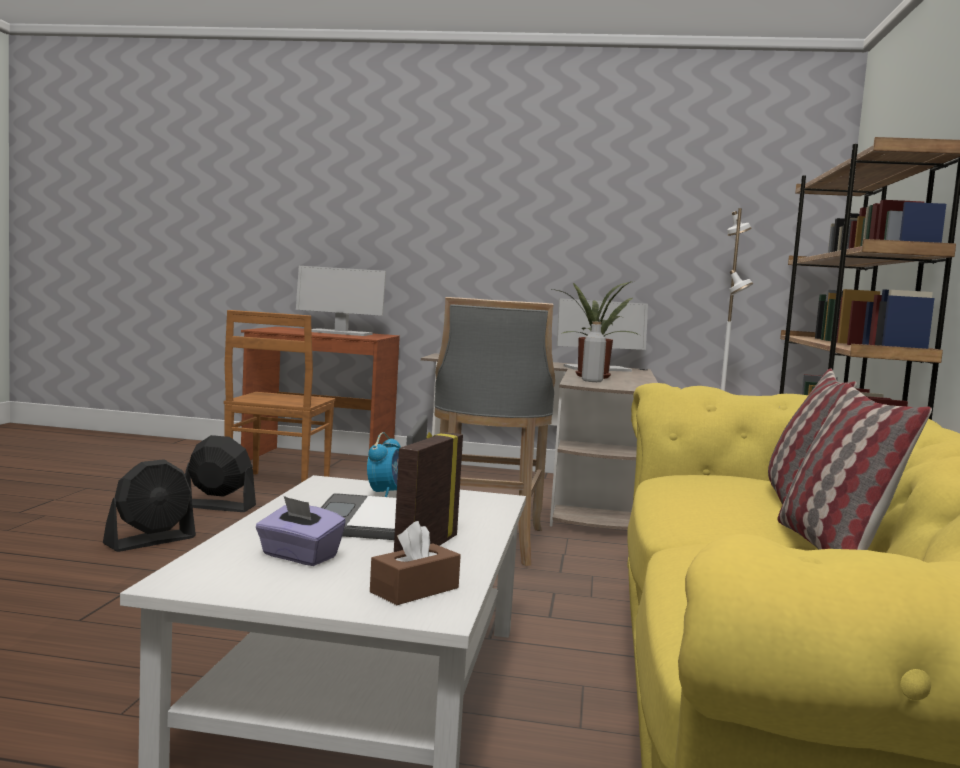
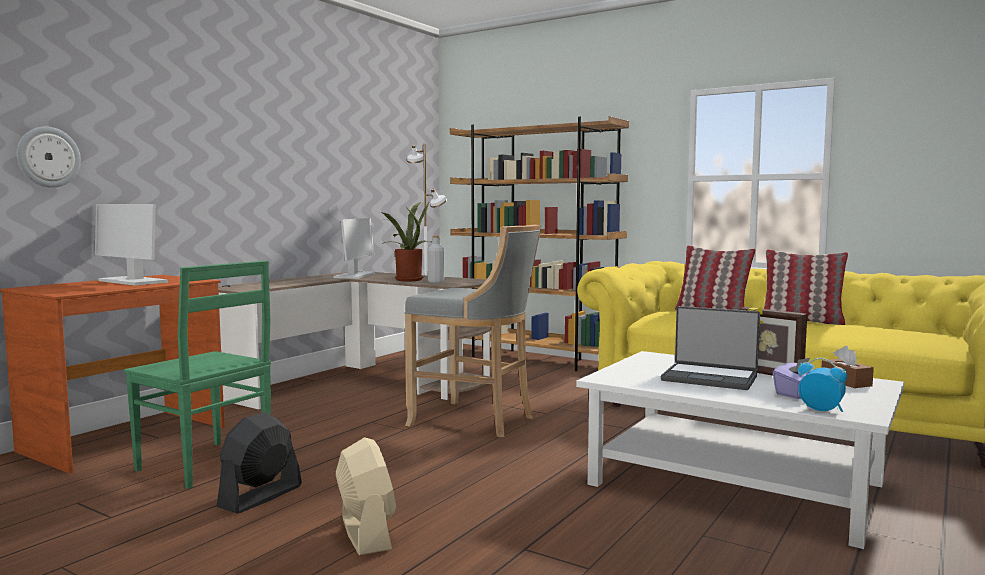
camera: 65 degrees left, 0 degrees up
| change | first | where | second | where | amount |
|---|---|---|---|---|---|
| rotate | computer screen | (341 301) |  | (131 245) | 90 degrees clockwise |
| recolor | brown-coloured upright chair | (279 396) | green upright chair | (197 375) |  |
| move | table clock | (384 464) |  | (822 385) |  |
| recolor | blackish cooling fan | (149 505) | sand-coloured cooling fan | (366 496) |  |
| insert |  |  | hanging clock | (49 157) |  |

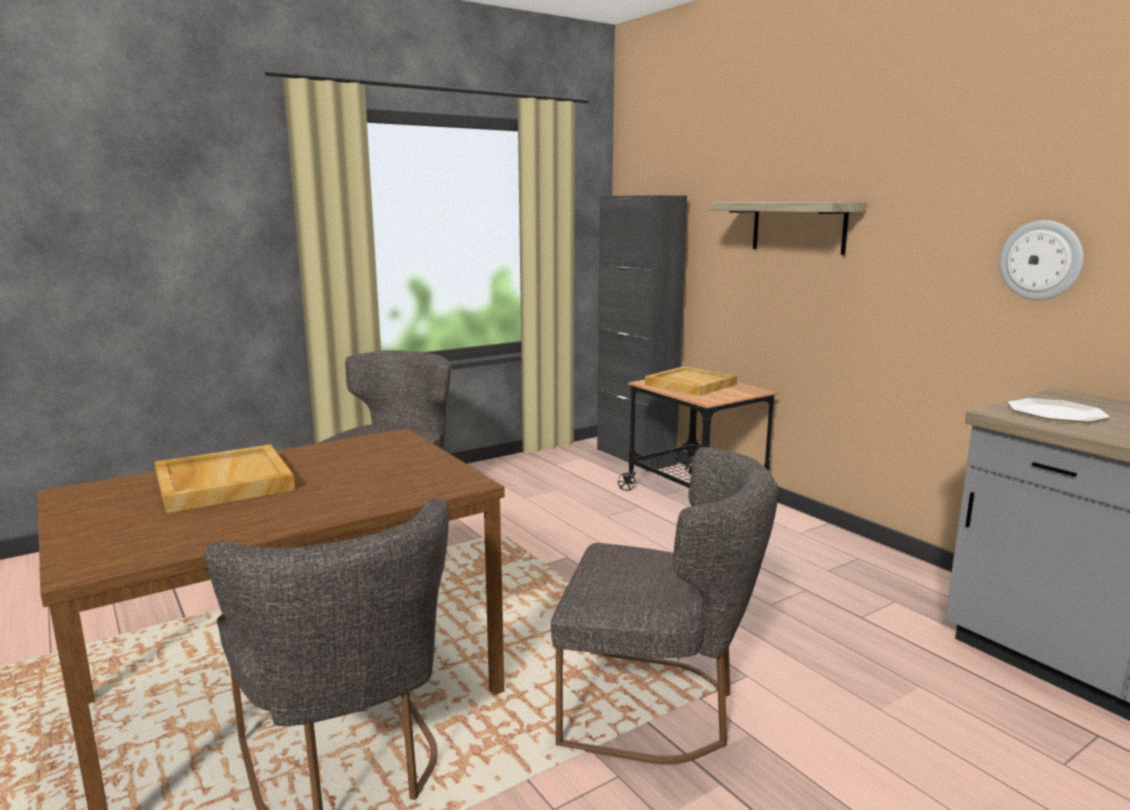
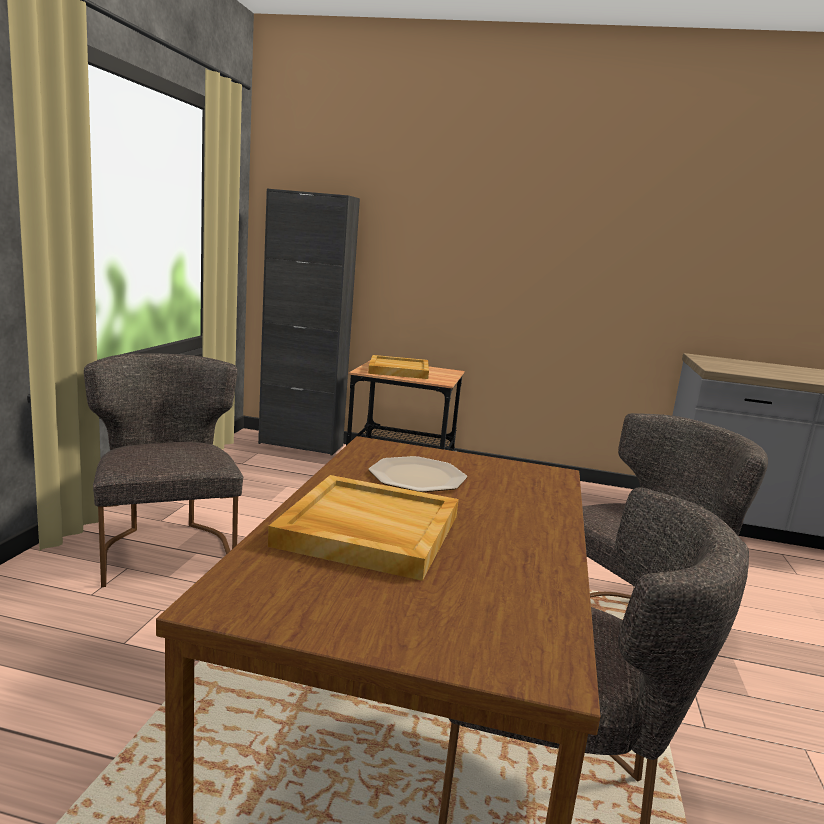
camera: 45 degrees left, 0 degrees up
| change | first | where | second | where | amount |
|---|---|---|---|---|---|
| delete | bracket shelf | (788 228) |  |  |  |
| delete | hanging clock | (1041 260) |  |  |  |
| move | flat dish | (1059 410) |  | (418 474) |  |

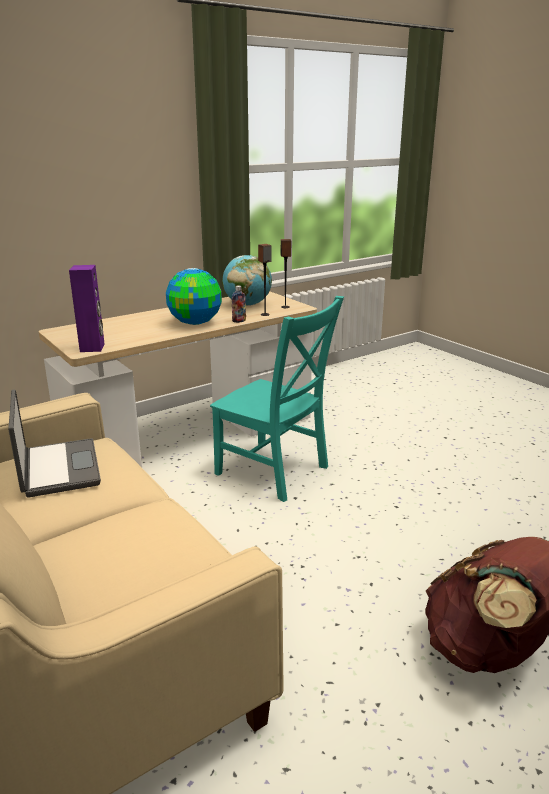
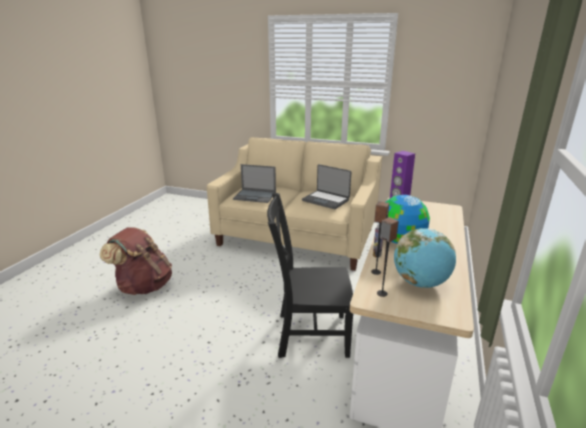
camera: 145 degrees right, 0 degrees up
| change | first | where | second | where | amount |
|---|---|---|---|---|---|
| recolor | blue-green upright chair | (277 399) | blackish upright chair | (310 275) |  |
| insert |  |  | portable computer | (254 183) |  |

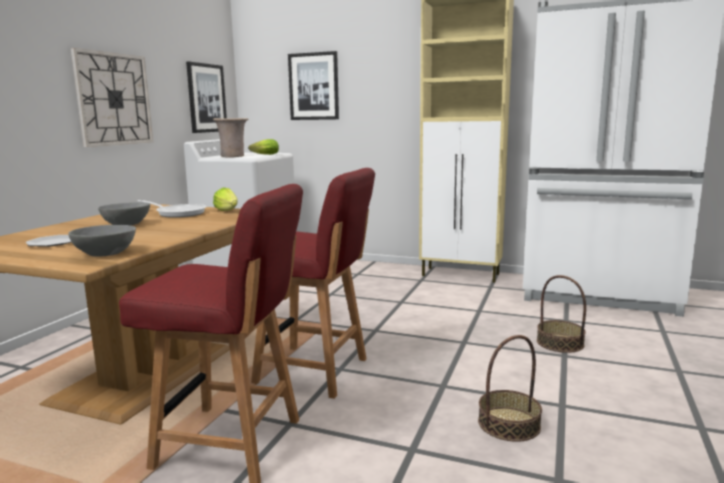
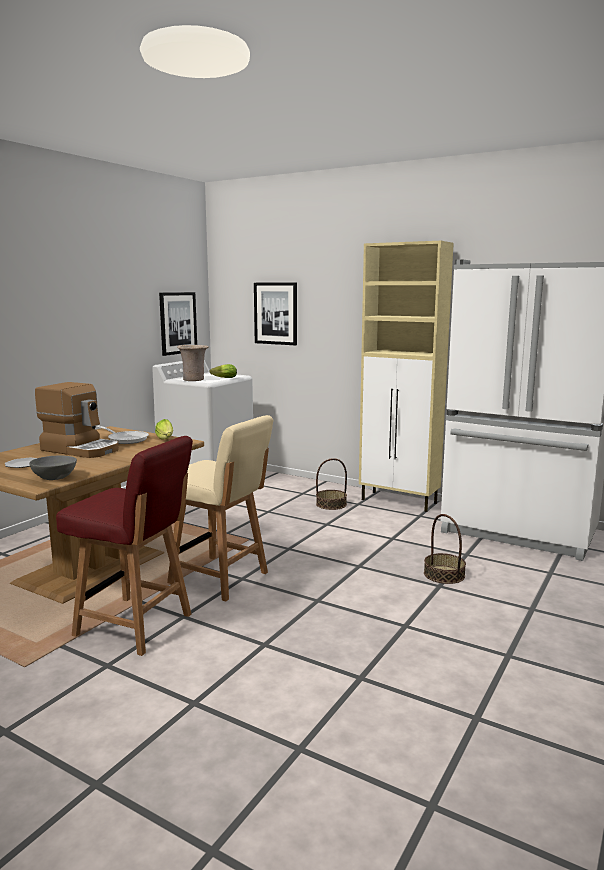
camera: 10 degrees right, 0 degrees up
| change | first | where | second | where | amount |
|---|---|---|---|---|---|
| delete | hanging clock | (112 97) |  |  |  |
| recolor | reddish upright chair | (313 283) | sand-coloured upright chair | (220 508) |  |
| replace | grey bowl | (124 213) | coffee maker | (77 420) |  |
| move | basket | (510 388) |  | (331 484) |  |

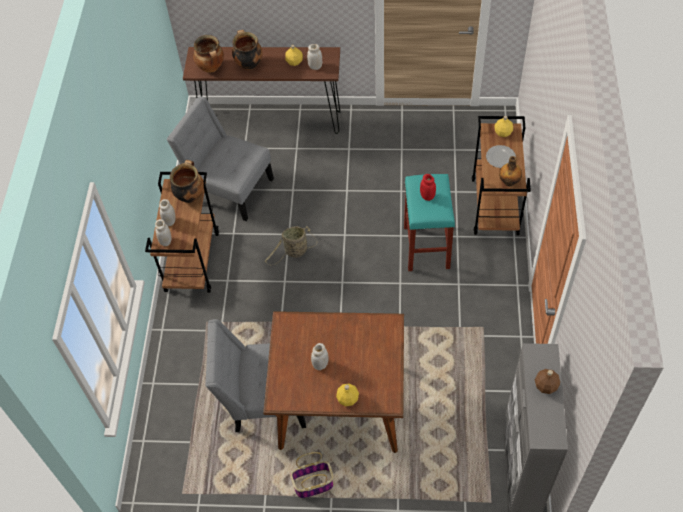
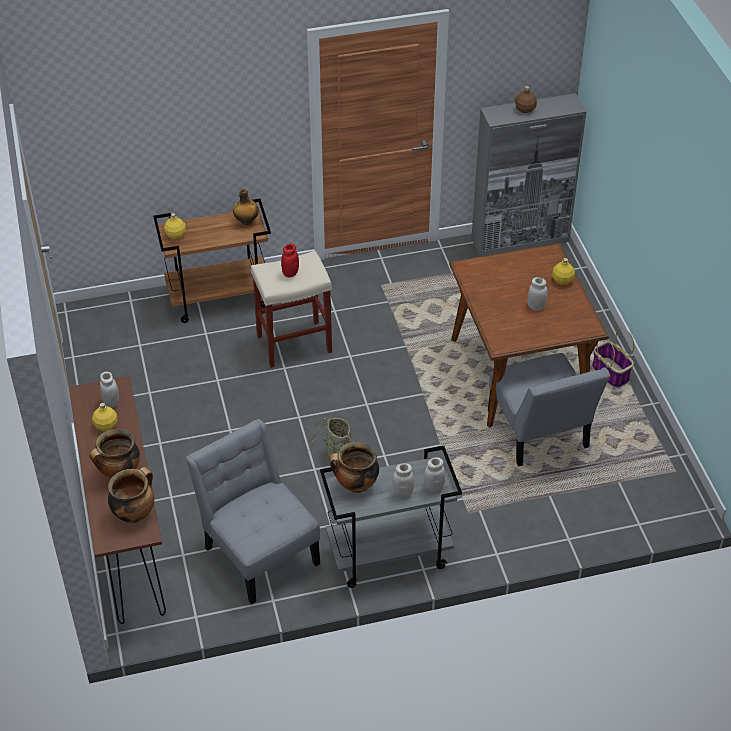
camera: 110 degrees left, 10 degrees down
| change | first | where | second | where | amount |
|---|---|---|---|---|---|
| rotate | grey upright chair | (220 158) |  | (253 511) | 135 degrees clockwise |
| delete | flat dish | (501 156) |  |  |  |
| recolor | brown-coloured wheeled cart | (182 232) | grey wheeled cart | (391 517) |  |
| recolor | blue-green sitting stool | (429 222) | sand-coloured sitting stool | (291 309) |  |

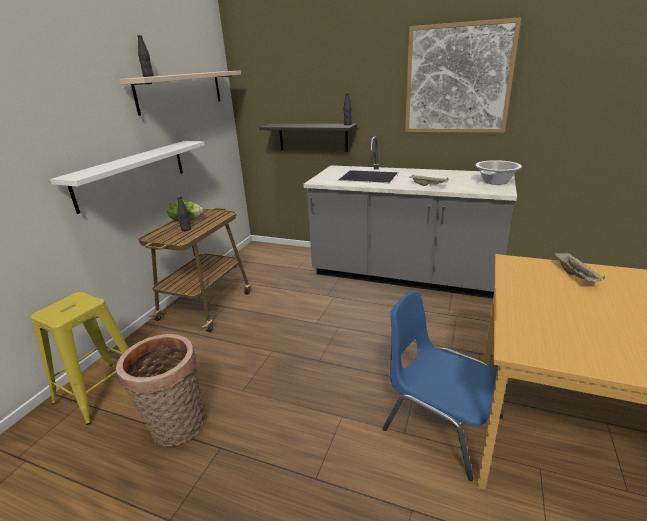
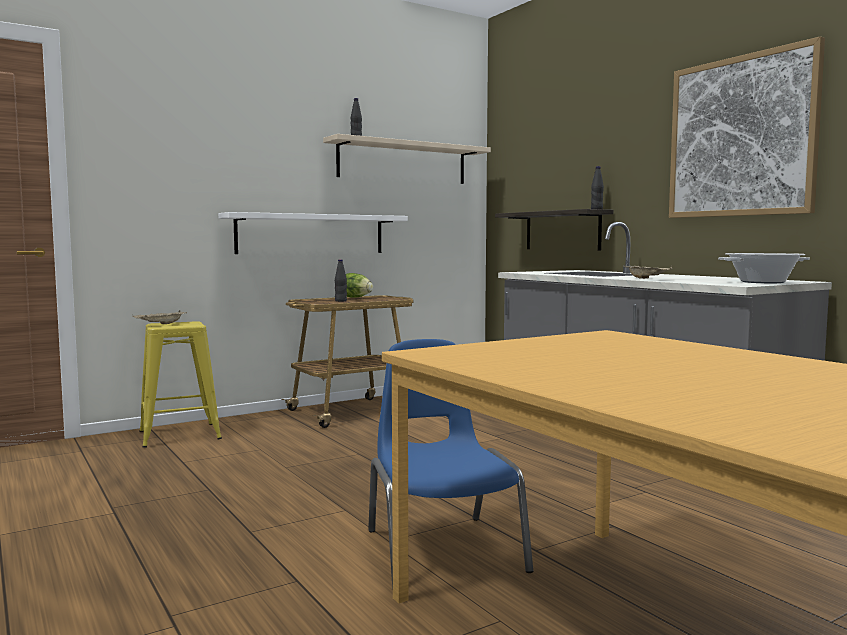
camera: 35 degrees right, 20 degrees down
| change | first | where | second | where | amount |
|---|---|---|---|---|---|
| move | sand-coloured tray | (580 267) |  | (159 317) |  |
| delete | basket | (160 390) |  |  |  |

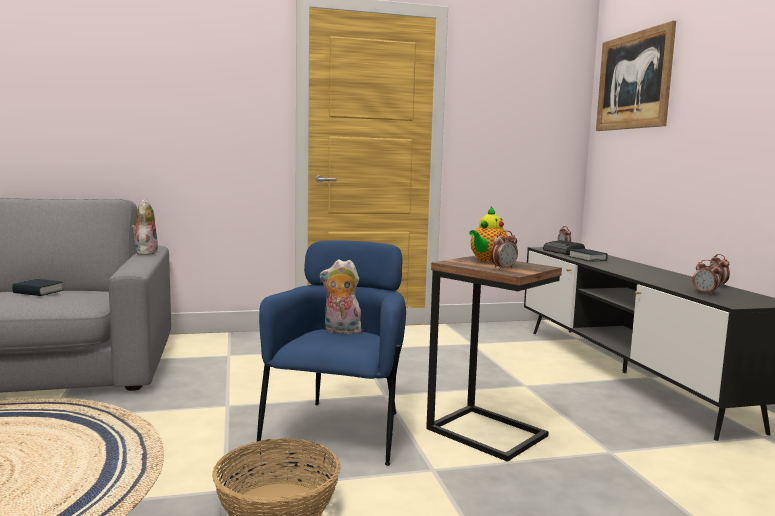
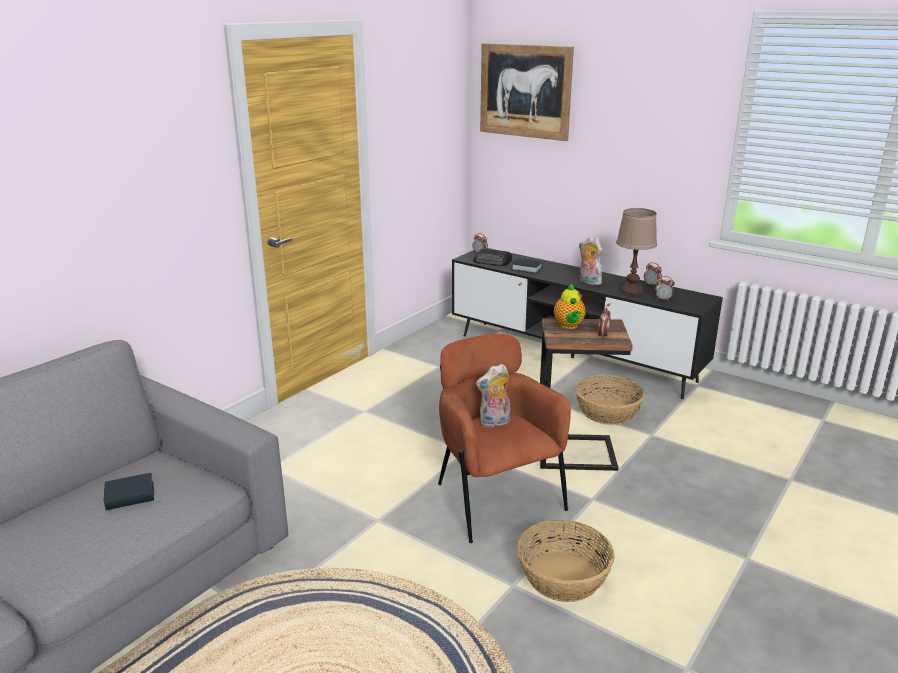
camera: 40 degrees left, 15 degrees up
| change | first | where | second | where | amount |
|---|---|---|---|---|---|
| move | soft toy | (144 227) |  | (591 260) |  |
| recolor | bluish easy chair | (331 353) | brown-coloured easy chair | (504 438) |  |
| insert |  |  | brown-coloured table lamp | (636 251) |  |
| insert |  |  | basket | (610 400) |  |

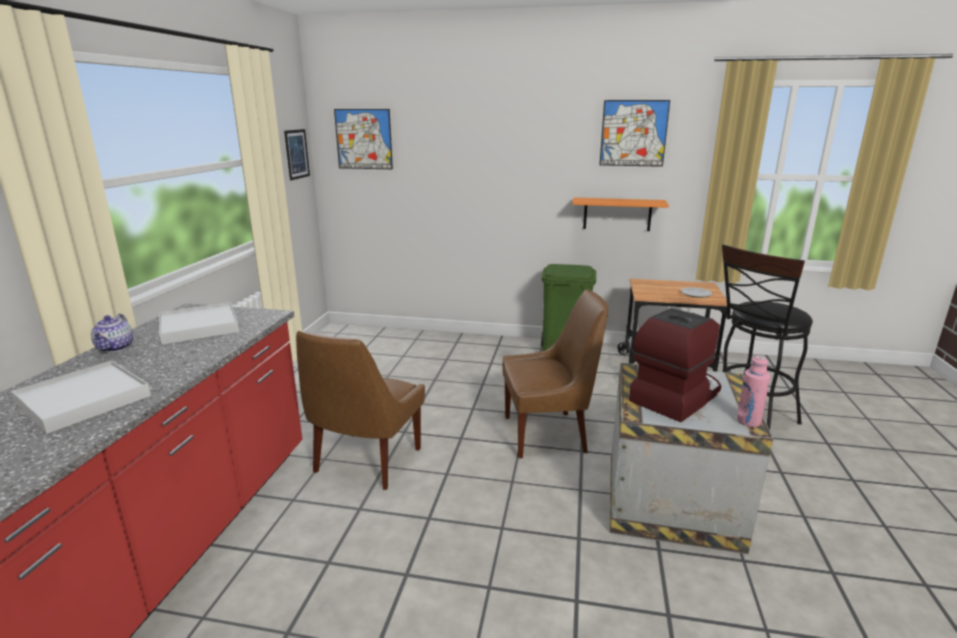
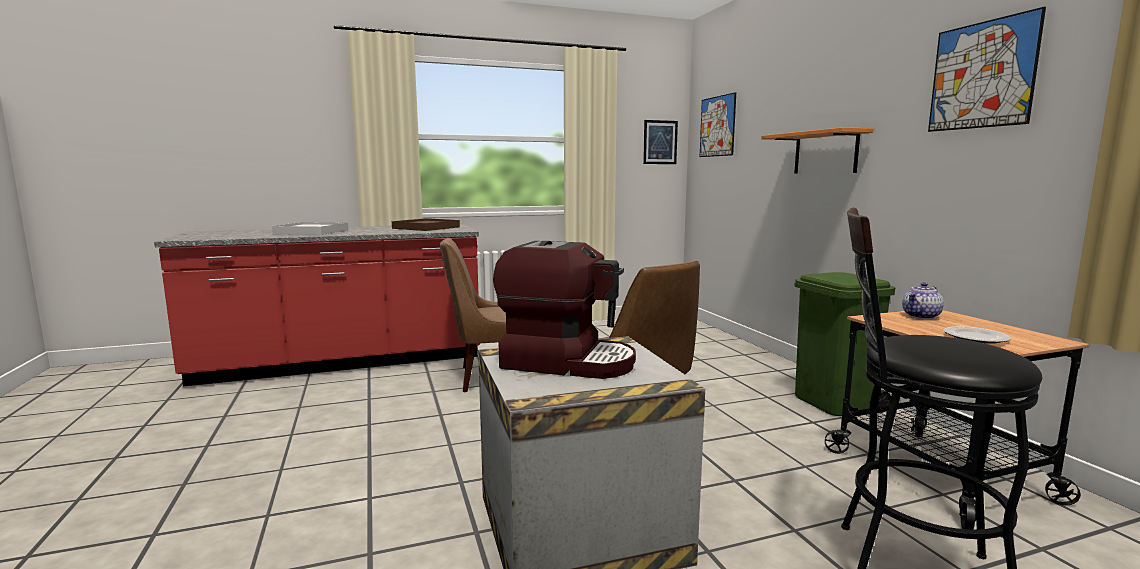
camera: 60 degrees right, 10 degrees down
| change | first | where | second | where | amount |
|---|---|---|---|---|---|
| move | orangey bracket shelf | (620 214) |  | (817 150) |  |
| recolor | white tray | (199 323) | brown-coloured tray | (426 224) |  |
| move | pot for tea | (112 333) |  | (923 300) |  |
| delete | pinkish beverage bottle | (753 391) |  |  |  |

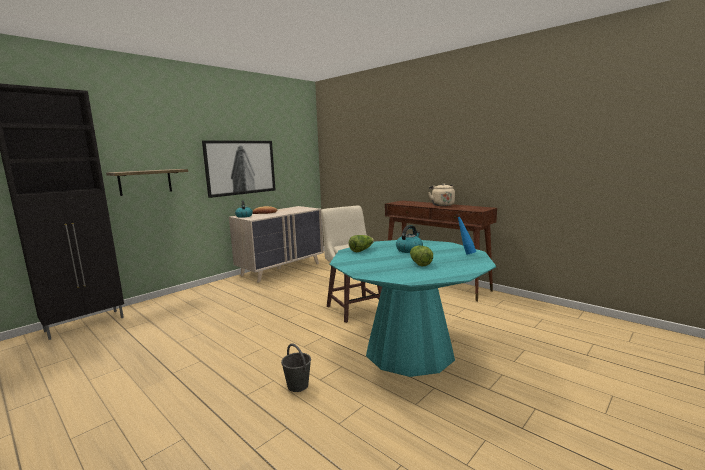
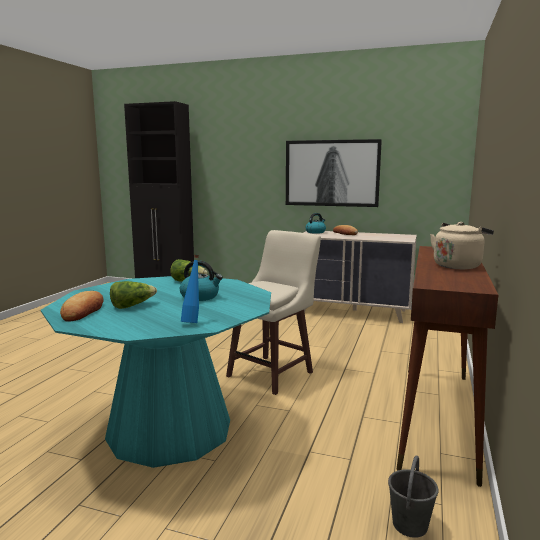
camera: 65 degrees right, 0 degrees up
| change | first | where | second | where | amount |
|---|---|---|---|---|---|
| delete | bracket shelf | (147 182) |  |  |  |
| move | grey pail | (296 367) |  | (413 497) |  |
| insert |  |  | baked bread | (82 306) |  |

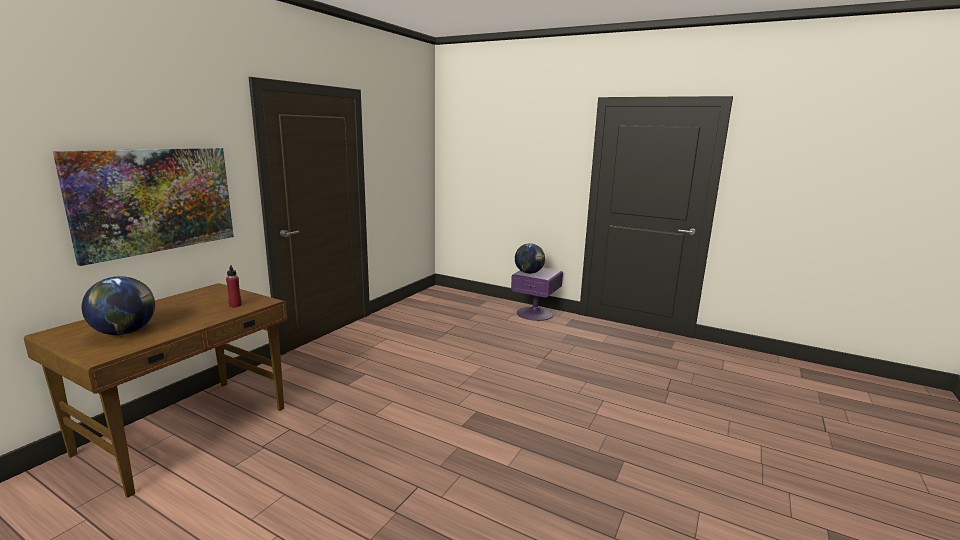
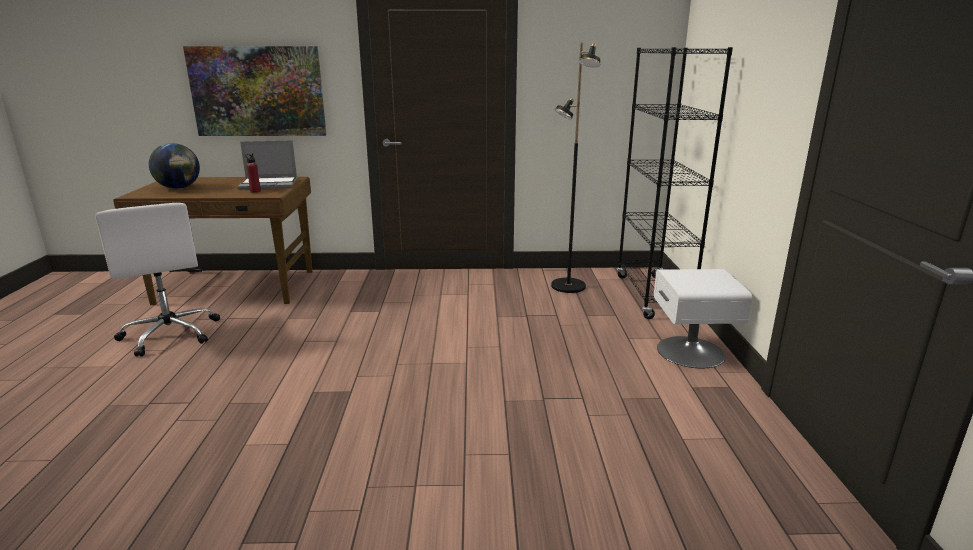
camera: 60 degrees right, 5 degrees up
| change | first | where | second | where | amount |
|---|---|---|---|---|---|
| delete | desk globe | (530 258) |  |  |  |
| recolor | purple nightstand | (537 294) | white nightstand | (703 319) |  |
| insert |  |  | blackish floor lamp | (575 168) |  |
| insert |  |  | blackish bookshelf | (675 183) |  |
| insert |  |  | portable computer | (267 165) |  |
| insert |  |  | white office chair | (157 280) |  |

